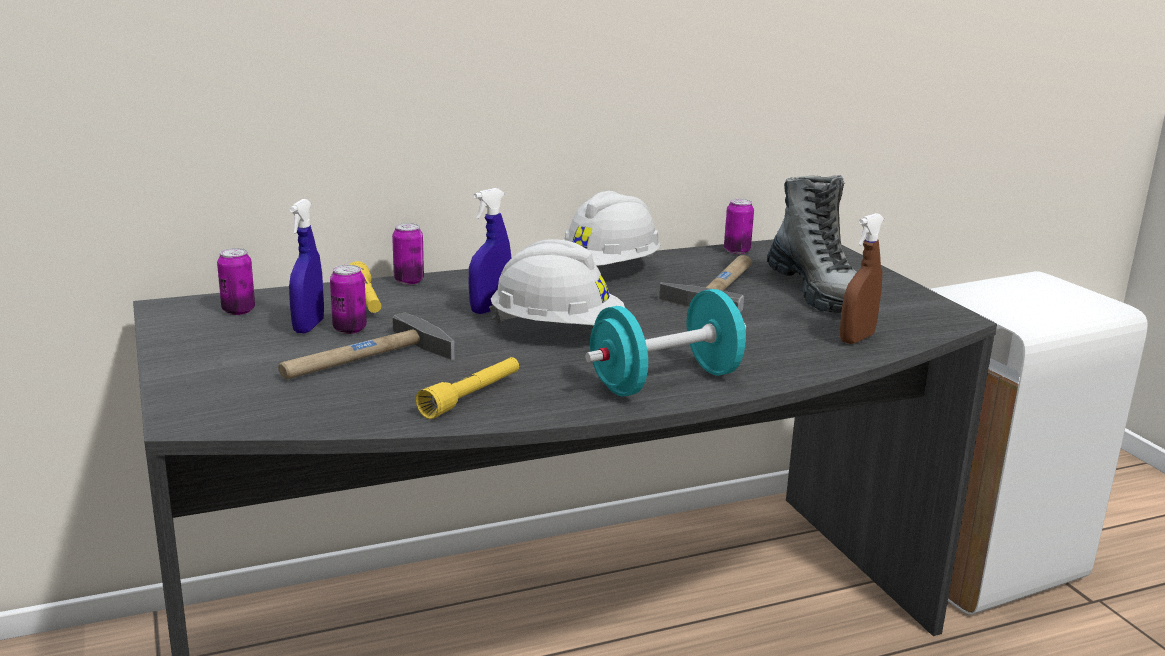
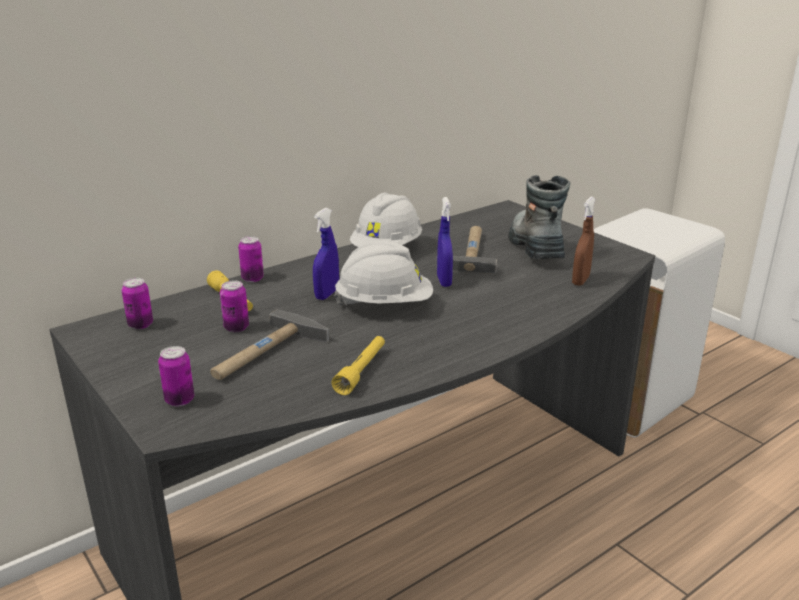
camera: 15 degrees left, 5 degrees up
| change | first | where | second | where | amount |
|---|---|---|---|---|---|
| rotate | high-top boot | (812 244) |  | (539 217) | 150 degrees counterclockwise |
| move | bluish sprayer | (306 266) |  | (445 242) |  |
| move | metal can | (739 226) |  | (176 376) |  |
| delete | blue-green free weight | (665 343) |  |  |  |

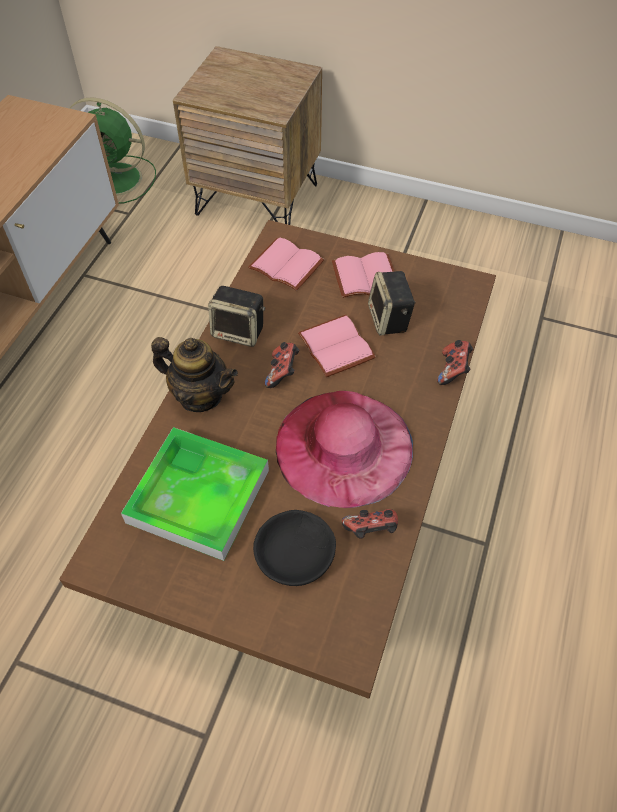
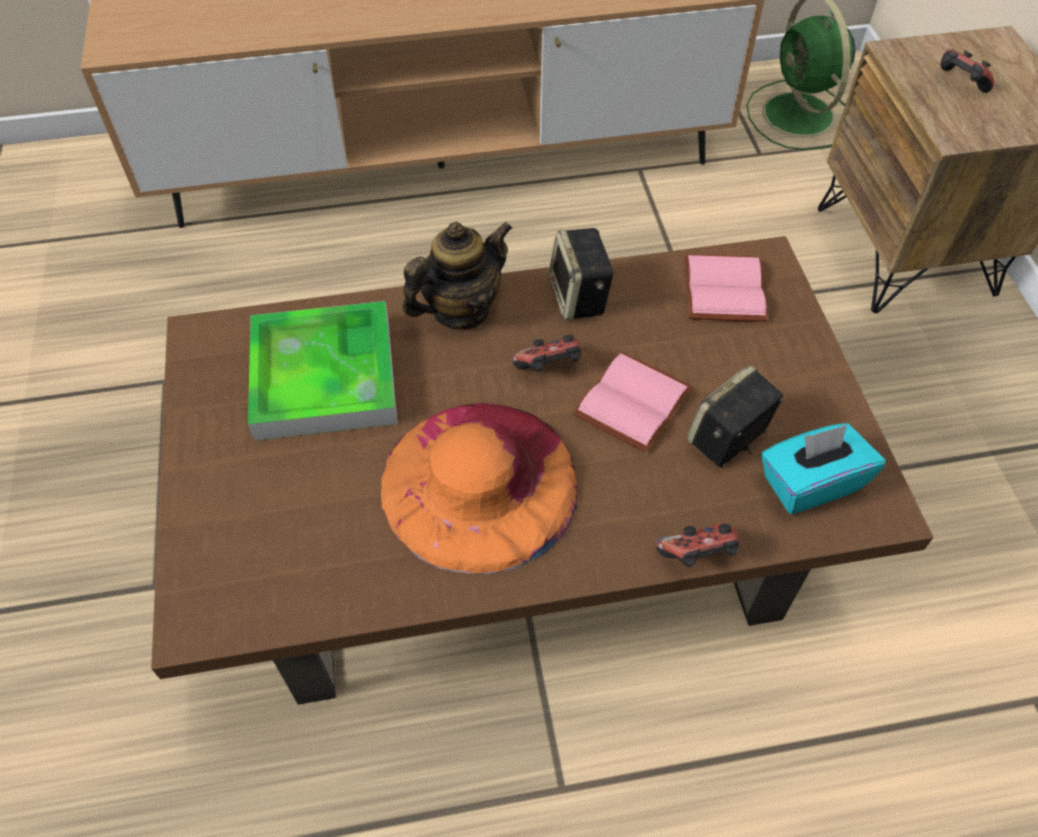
camera: 60 degrees right, 0 degrees up
| change | first | where | second | where | amount |
|---|---|---|---|---|---|
| delete | pinkish book | (363 275) |  |  |  |
| rotate | pot for tea | (194 374) |  | (457 275) | 120 degrees counterclockwise |
| recolor | pinkish clothing hat | (344 449) | orangey clothing hat | (479 488) |  |
| move | gamepad | (370 524) |  | (967 71) |  |
| delete | blackish bowl | (294 548) |  |  |  |
| insert |  |  | blue-green tissue box | (823 468) |  |

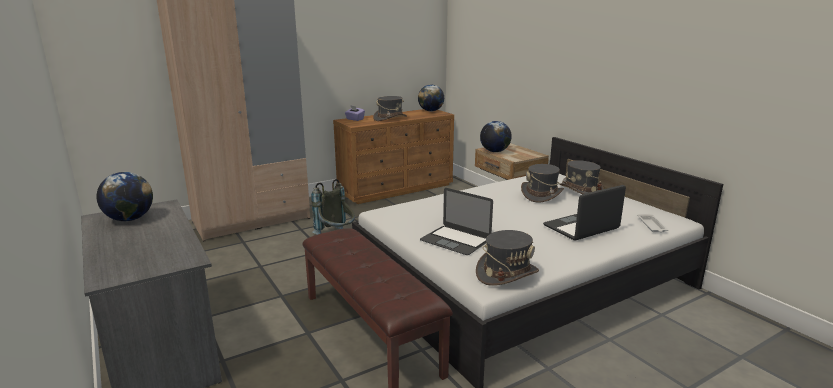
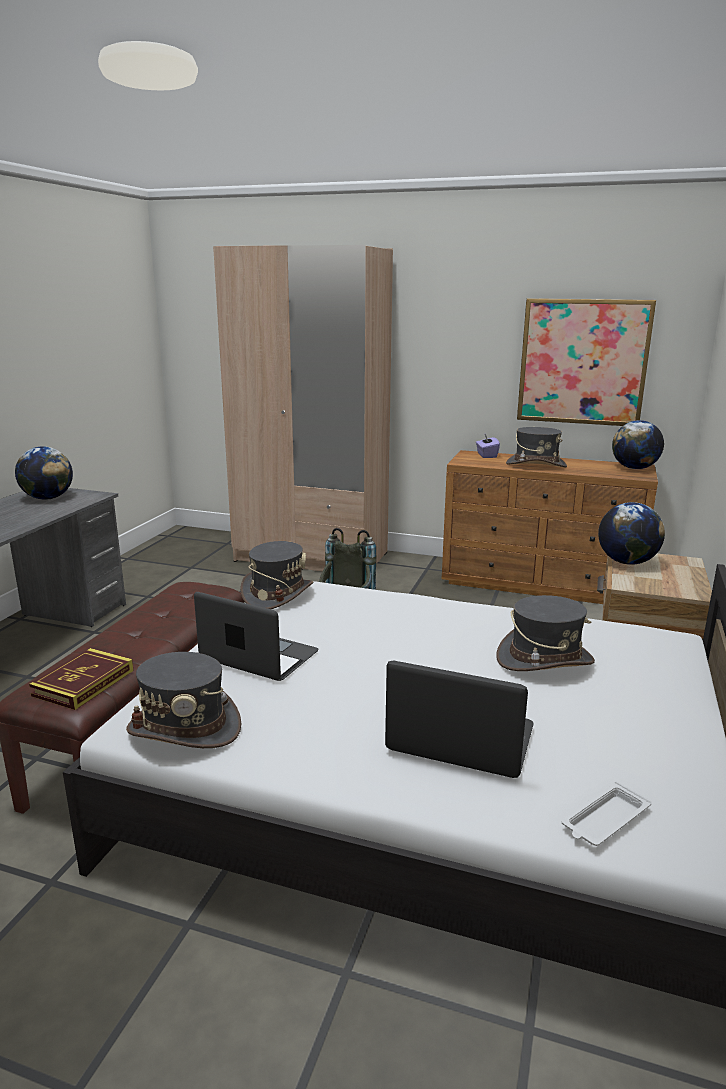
camera: 50 degrees right, 0 degrees up
| change | first | where | second | where | amount |
|---|---|---|---|---|---|
| move | grey clothing hat | (581 177) |  | (276 575) |  |
| rotate | portable computer | (456 221) |  | (256 636) | 120 degrees clockwise |
| insert |  |  | wall picture | (586 362) |  |
| insert |  |  | book | (81 679) |  |

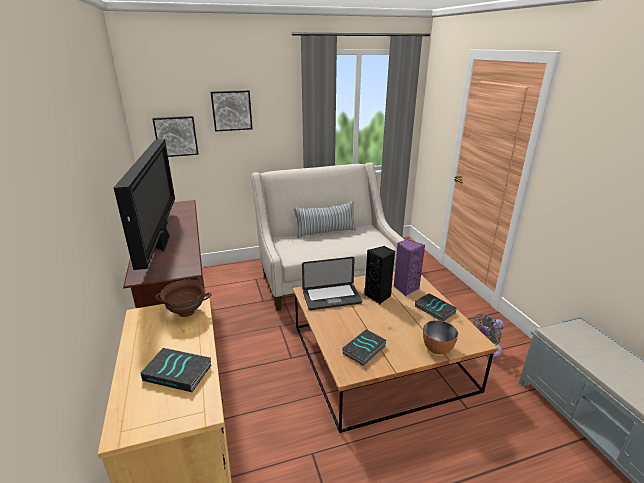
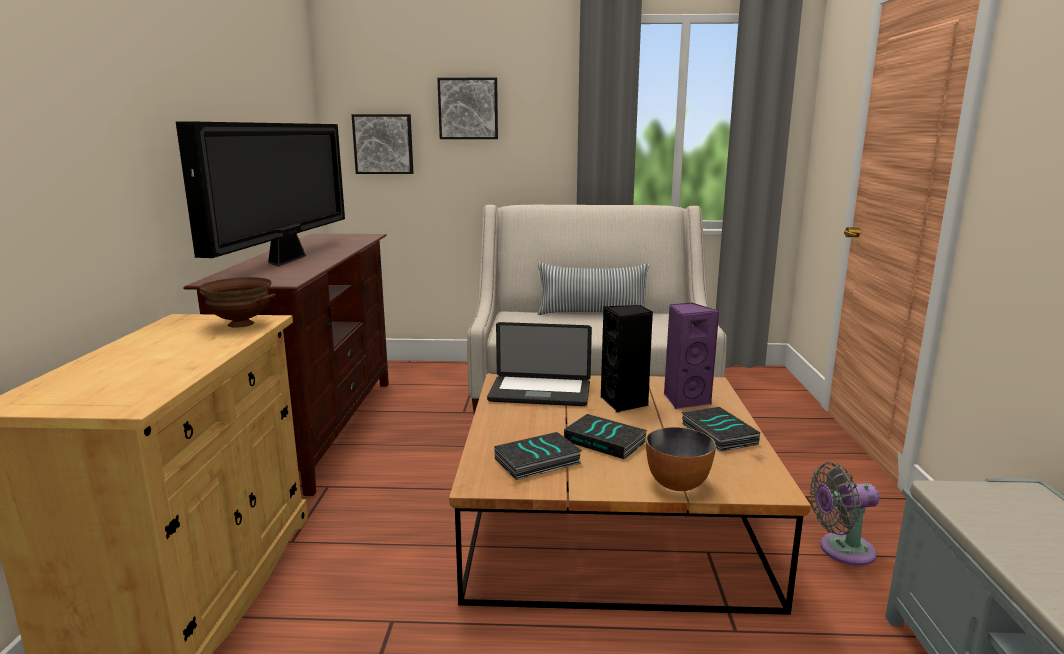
camera: 20 degrees right, 10 degrees down
| change | first | where | second | where | amount |
|---|---|---|---|---|---|
| move | book | (176 370) |  | (606 436) |  |

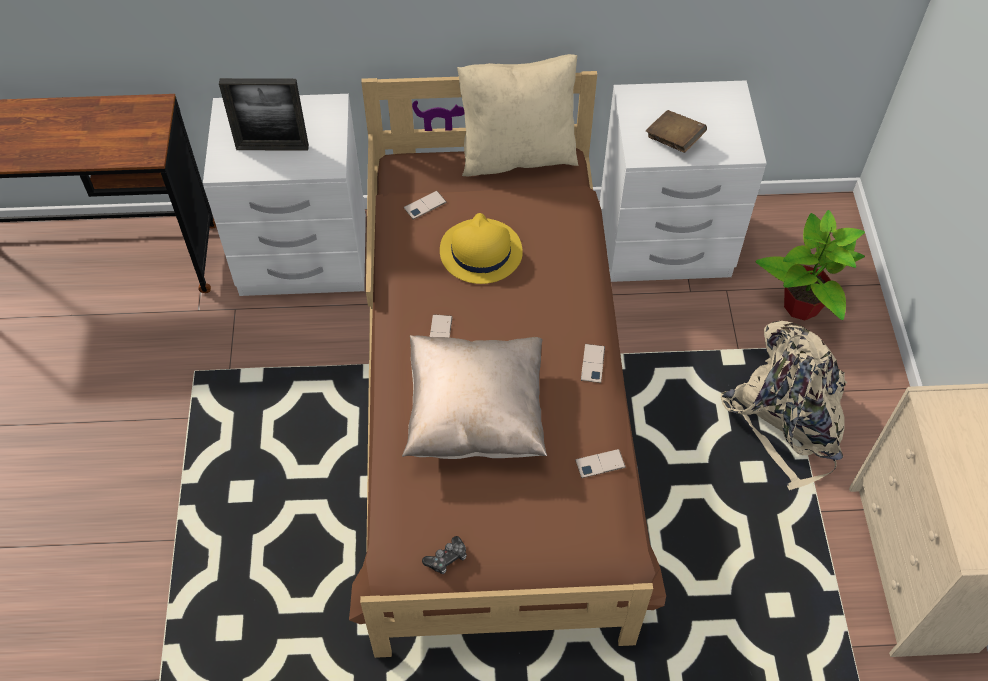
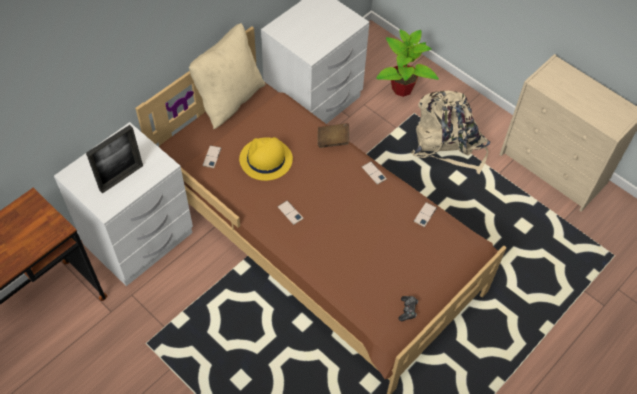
camera: 45 degrees left, 0 degrees up
| change | first | where | second | where | amount |
|---|---|---|---|---|---|
| move | brown-coloured book | (676 131) |  | (333 135) |  |
| delete | sand-coloured pillow | (474 397) |  |  |  |

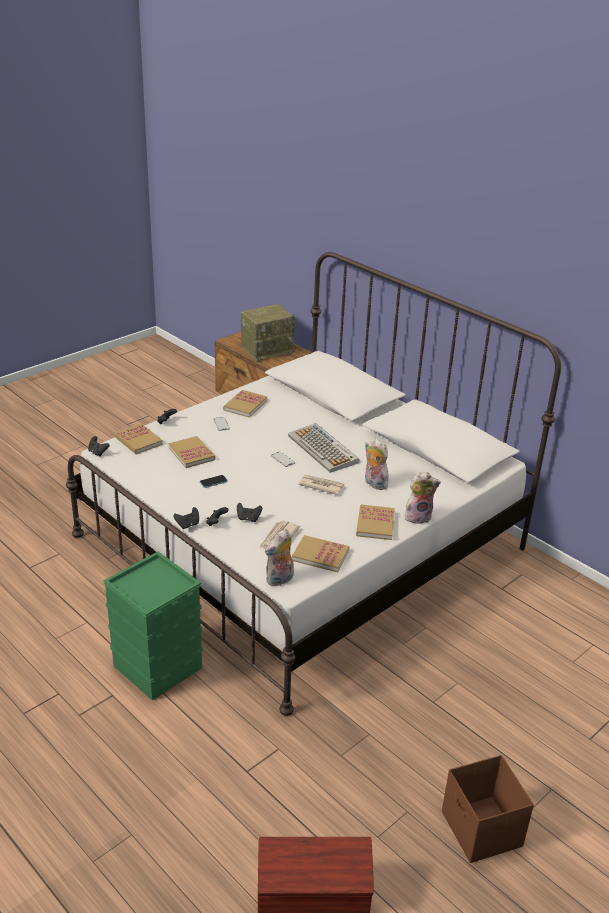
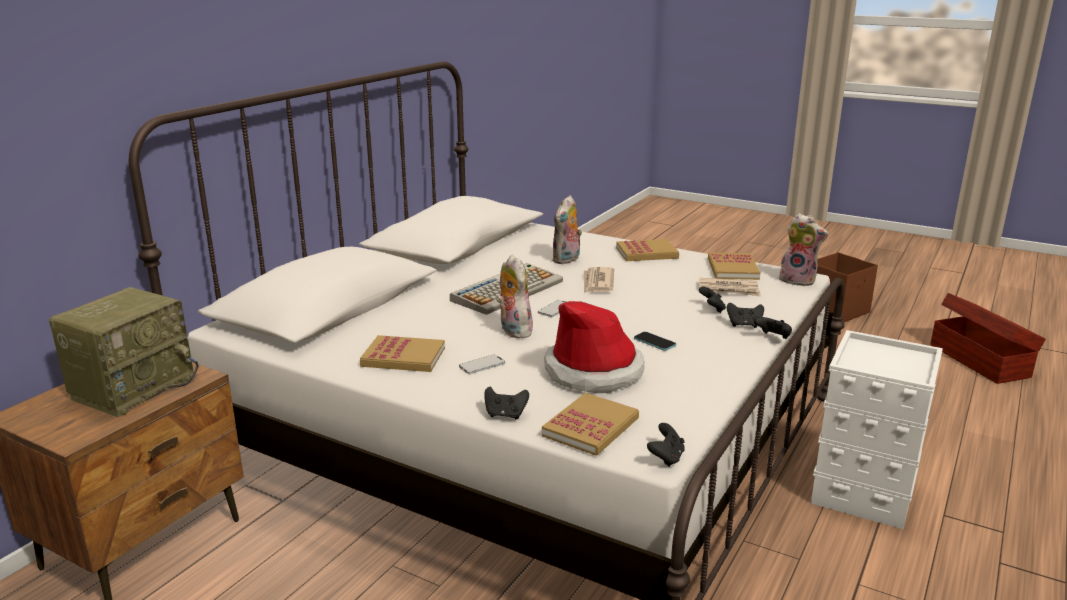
camera: 105 degrees left, 10 degrees down
| change | first | where | second | where | amount |
|---|---|---|---|---|---|
| rotate | radio receiver | (268 333) |  | (123 352) | 75 degrees clockwise |
| replace | book | (191 452) | clothing hat | (594 347) |  |
| move | soft toy | (423 498) |  | (515 296) |  |
| recolor | green storage bin | (153 626) | white storage bin | (877 429) |  |

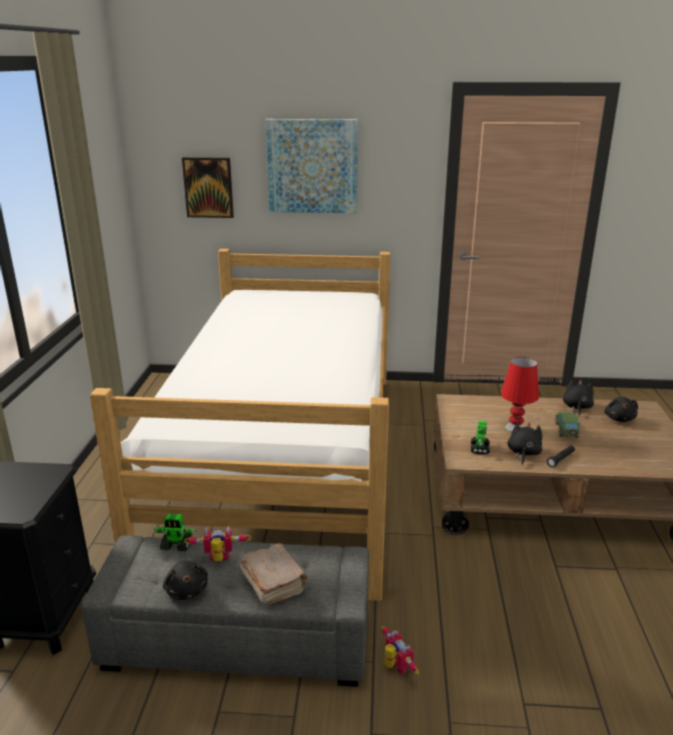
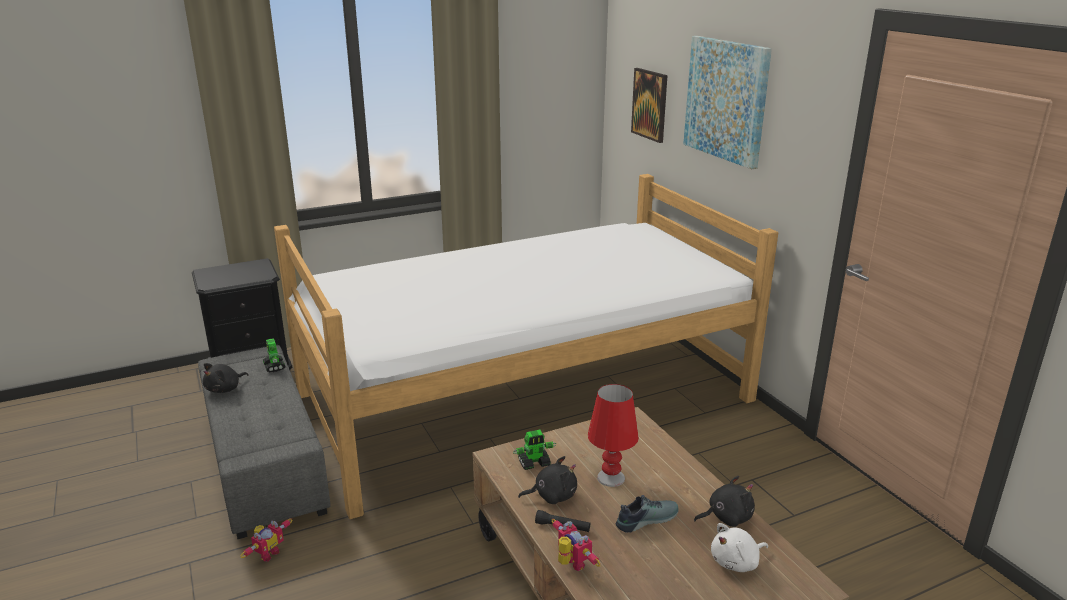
camera: 60 degrees right, 0 degrees up
| change | first | where | second | where | amount |
|---|---|---|---|---|---|
| recolor | blackish soft toy | (621 409) | white soft toy | (739 547) |  |
| replace | miniature car | (567 424) | low shoe | (647 514) |  |
| move | robot figure | (218 543) |  | (575 545) |  |
| delete | brown-coloured book | (273 574) |  |  |  |

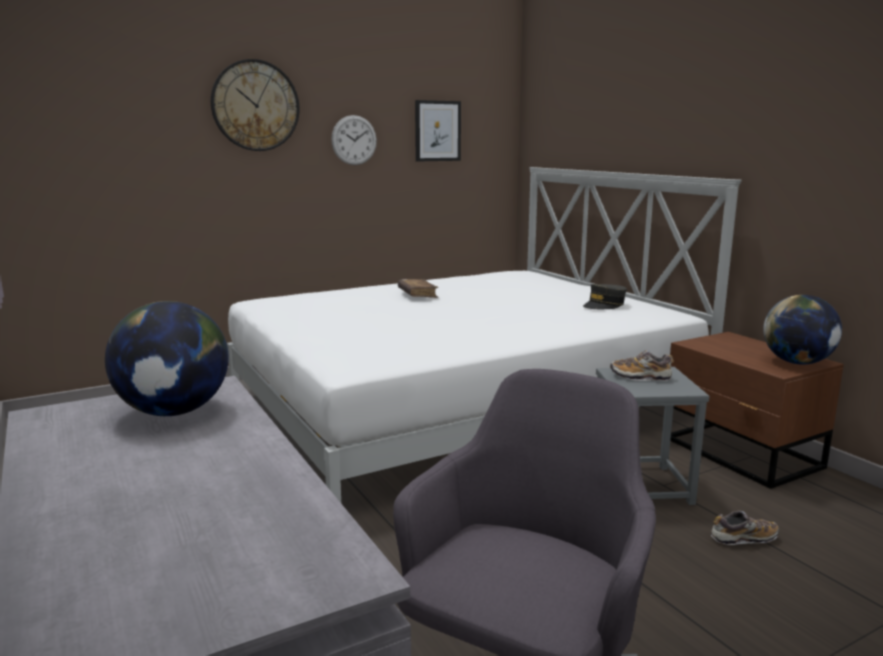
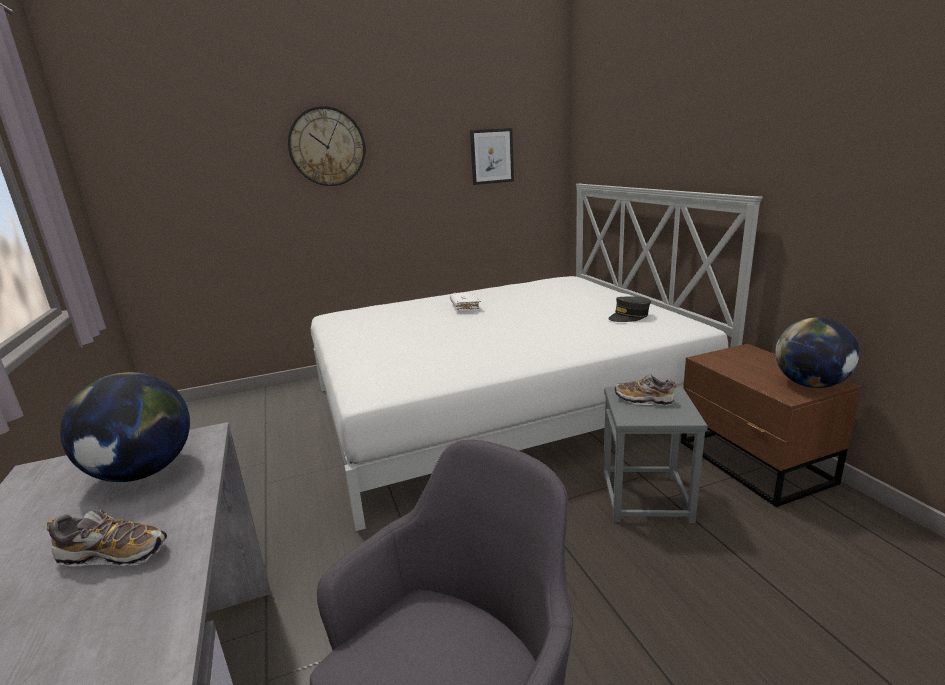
camera: 10 degrees right, 5 degrees up
| change | first | where | second | where | amount |
|---|---|---|---|---|---|
| delete | hanging clock | (354 140) |  |  |  |
| recolor | brown-coloured book | (418 288) | white book | (465 301) |  |
| move | low shoe | (745 528) |  | (107 537) |  |

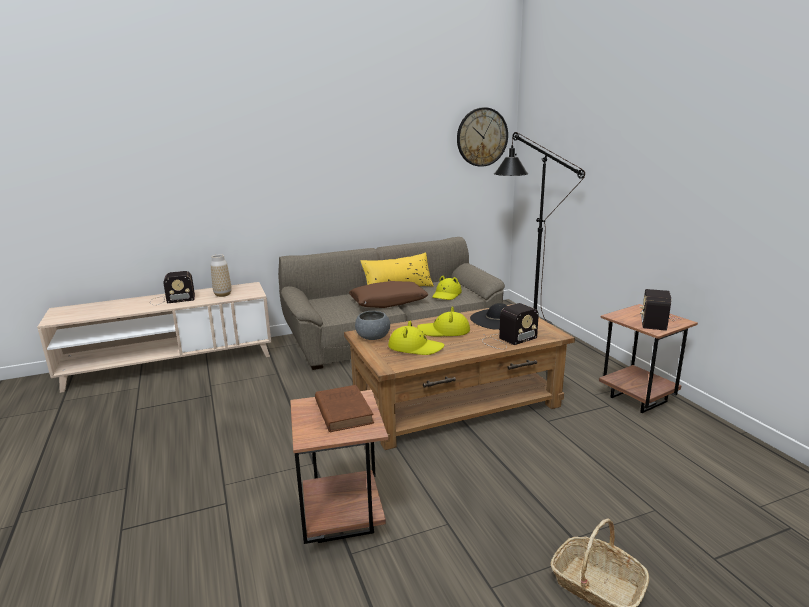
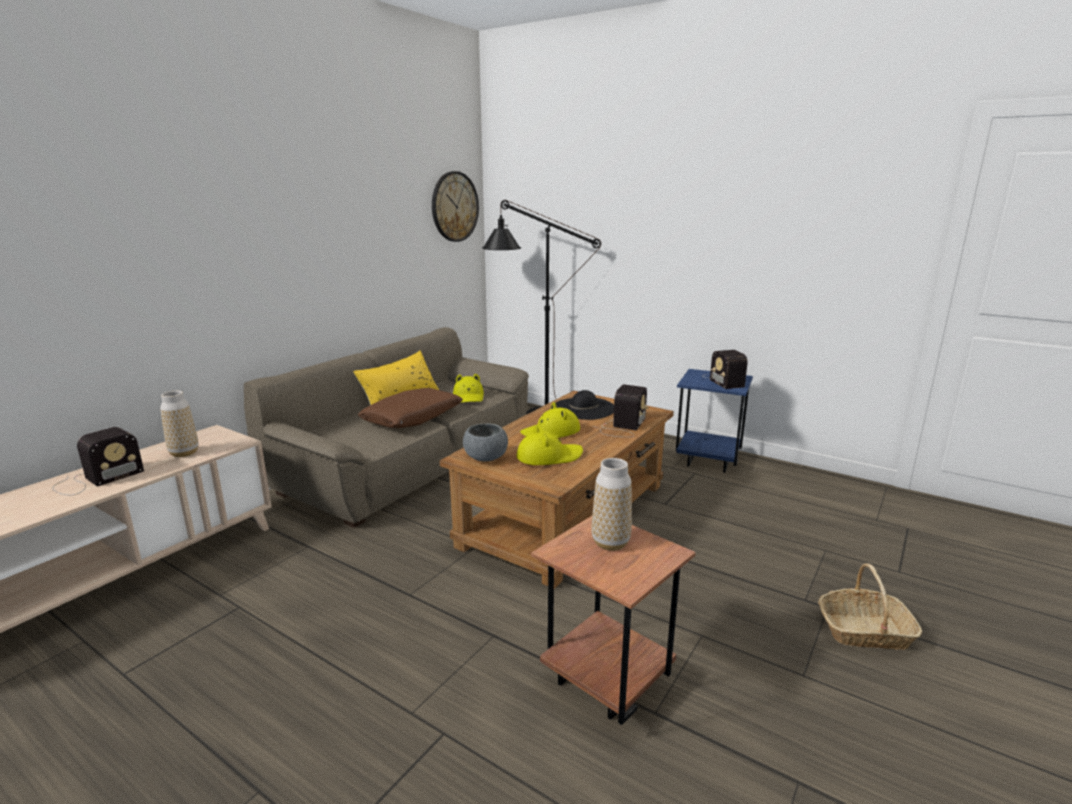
camera: 35 degrees left, 0 degrees up
| change | first | where | second | where | amount |
|---|---|---|---|---|---|
| recolor | brown-coloured accent table | (648 358) | bluish accent table | (714 421) |  |
| replace | brown-coloured book | (344 408) | decorative vase | (611 504) |  |

